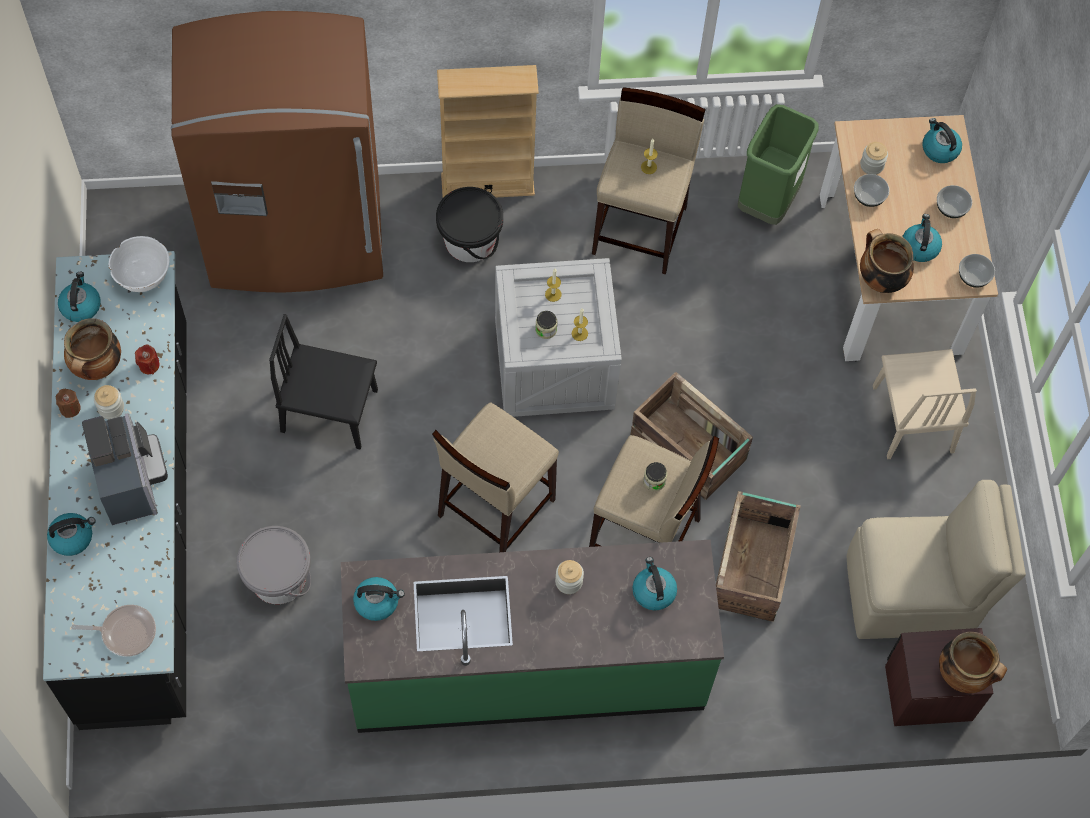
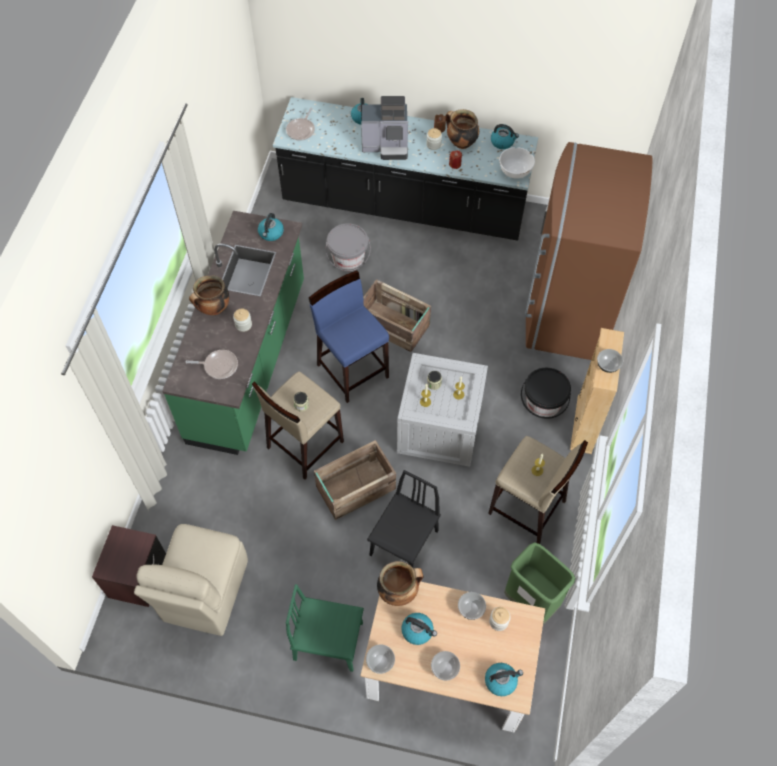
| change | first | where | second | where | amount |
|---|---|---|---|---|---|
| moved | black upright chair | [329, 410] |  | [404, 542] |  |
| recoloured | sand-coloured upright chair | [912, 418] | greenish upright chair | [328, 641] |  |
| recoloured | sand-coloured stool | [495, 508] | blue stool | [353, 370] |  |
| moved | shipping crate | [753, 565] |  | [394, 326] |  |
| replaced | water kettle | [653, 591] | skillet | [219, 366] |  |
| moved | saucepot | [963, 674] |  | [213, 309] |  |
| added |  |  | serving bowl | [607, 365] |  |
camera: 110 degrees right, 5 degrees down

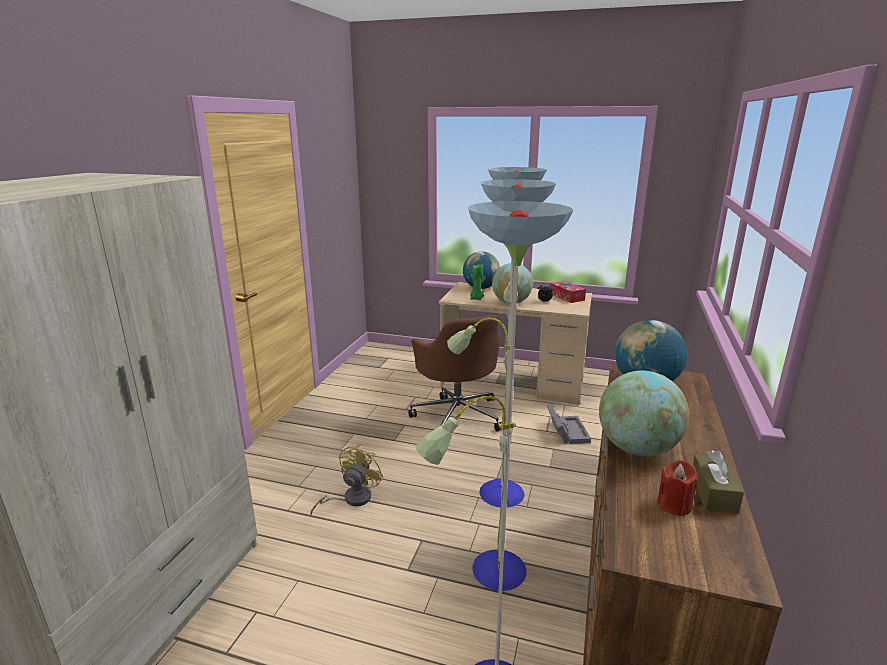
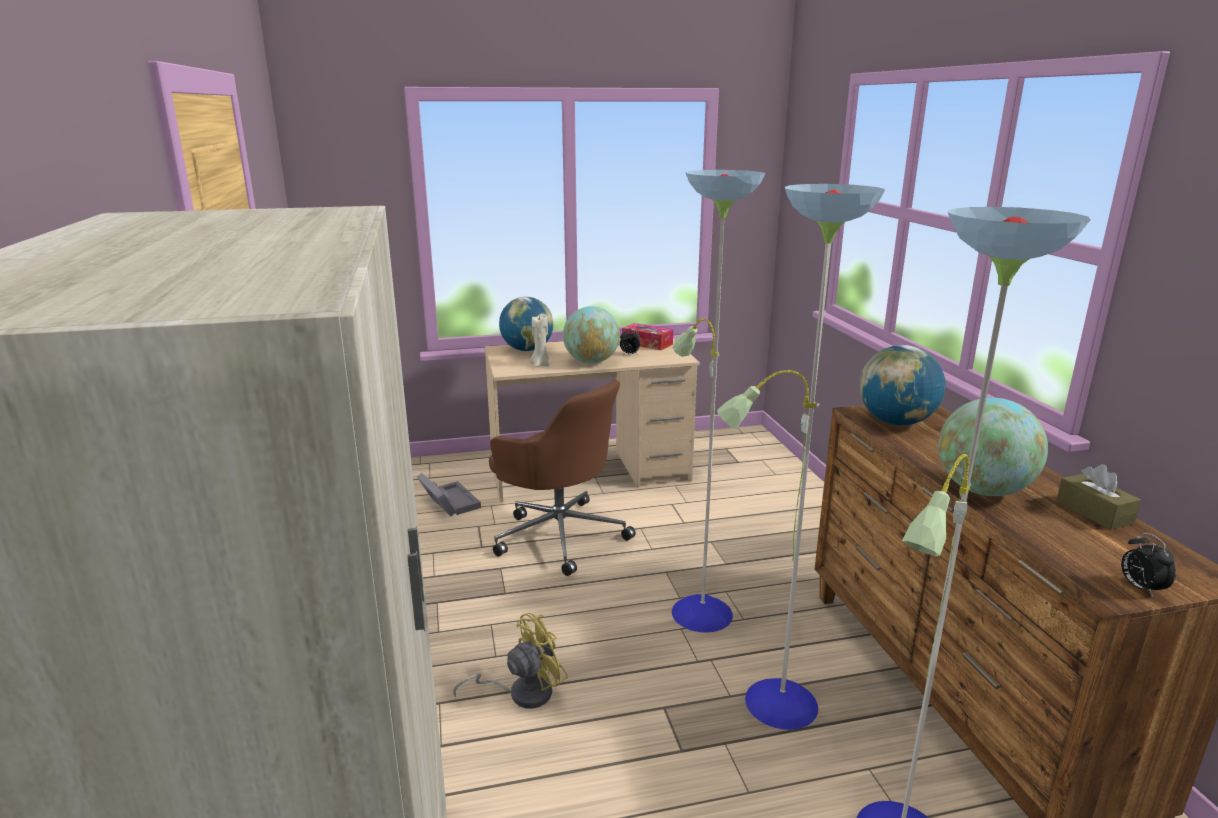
| change | first | where | second | where | amount |
|---|---|---|---|---|---|
| recoloured | greenish candle | [476, 298] | sand-coloured candle | [540, 365] |  |
| moved | gray storage bin | [566, 431] |  | [448, 502] |  |
| turned | yellowish cooling fan | [351, 499] |  | [522, 693] | 60 degrees clockwise |
| removed | red candle | [674, 505] |  |  |  |
| added |  |  | bedside clock | [1140, 588] |  |
camera: 30 degrees left, 0 degrees up

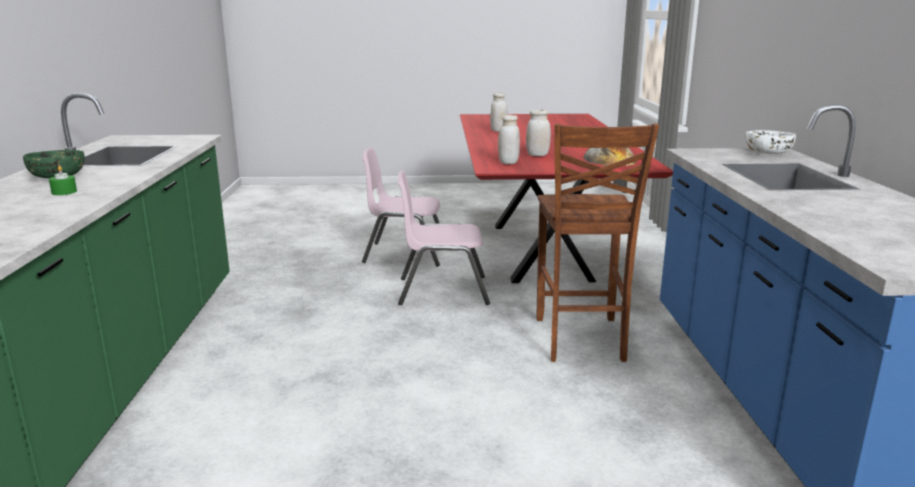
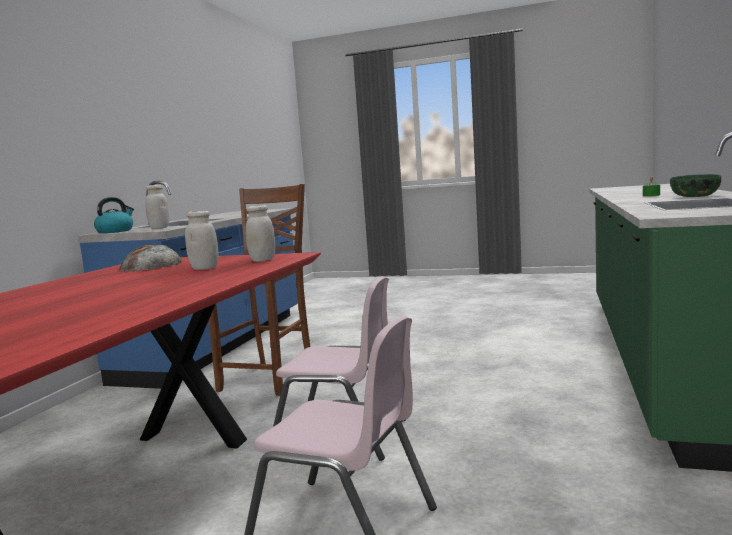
| change | first | where | second | where | amount |
|---|---|---|---|---|---|
| moved | white jar | [498, 130] |  | [159, 228] |  |
| replaced | white serving bowl | [768, 153] | water kettle | [115, 231] |  |
camera: 160 degrees left, 10 degrees down

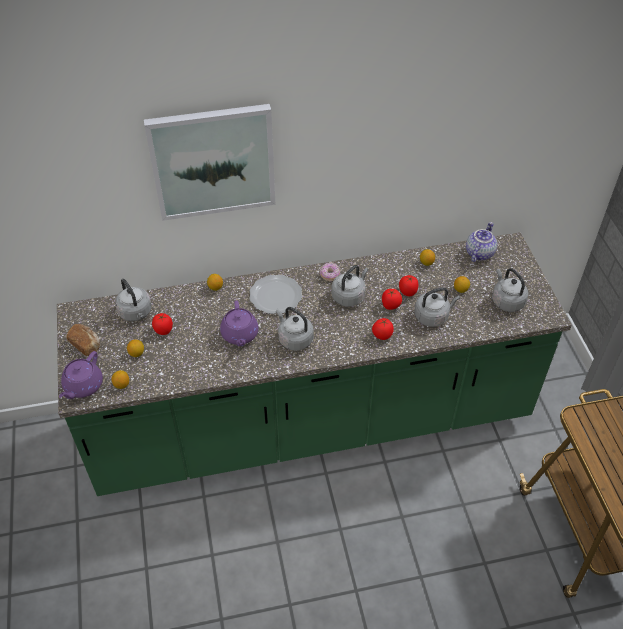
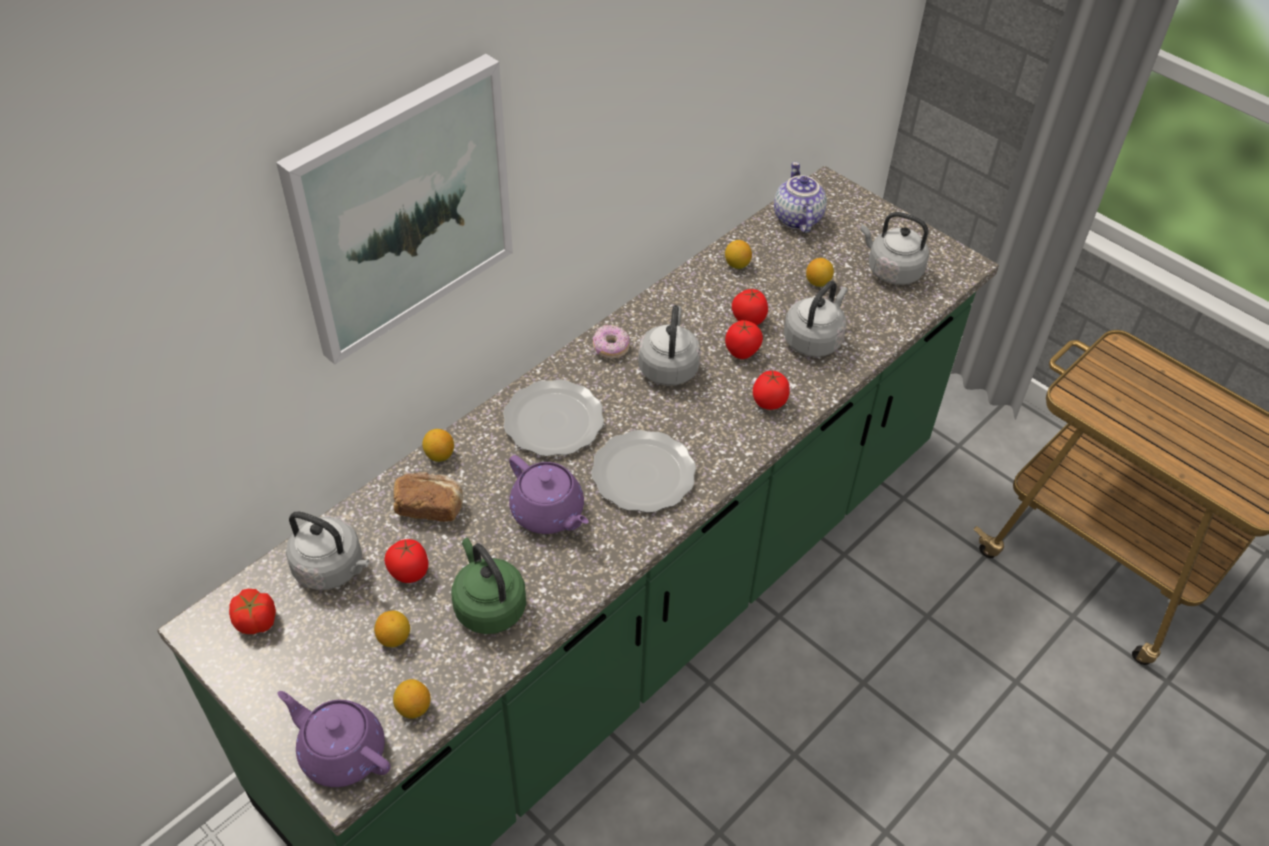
| change | first | where | second | where | amount |
|---|---|---|---|---|---|
| replaced | gray water kettle | [294, 339] | dinner plate | [642, 475] |  |
| moved | bakery bread | [86, 344] |  | [429, 506] |  |
| turned | purple-coloured pot for tea | [83, 386] |  | [341, 751] | 135 degrees clockwise |
| added |  |  | greenish water kettle | [488, 605] |  |
| added |  |  | fresh tomato | [256, 621] |  |
camera: 35 degrees left, 0 degrees up

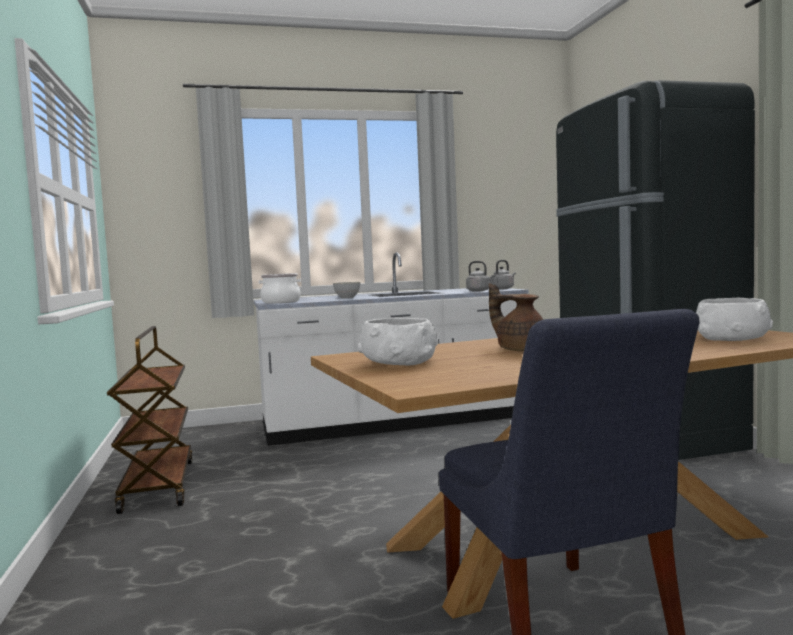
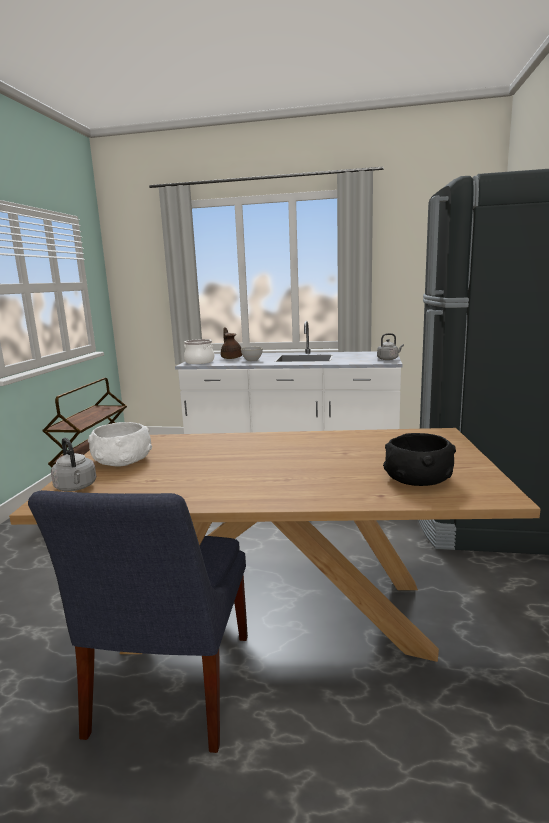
| change | first | where | second | where | amount |
|---|---|---|---|---|---|
| moved | gray water kettle | [480, 291] |  | [76, 487] |  |
| moved | brown-coloured pot for tea | [521, 350] |  | [231, 358] |  |
| recoloured | white serving bowl | [732, 339] | black serving bowl | [419, 478] |  |
camera: 25 degrees right, 10 degrees up

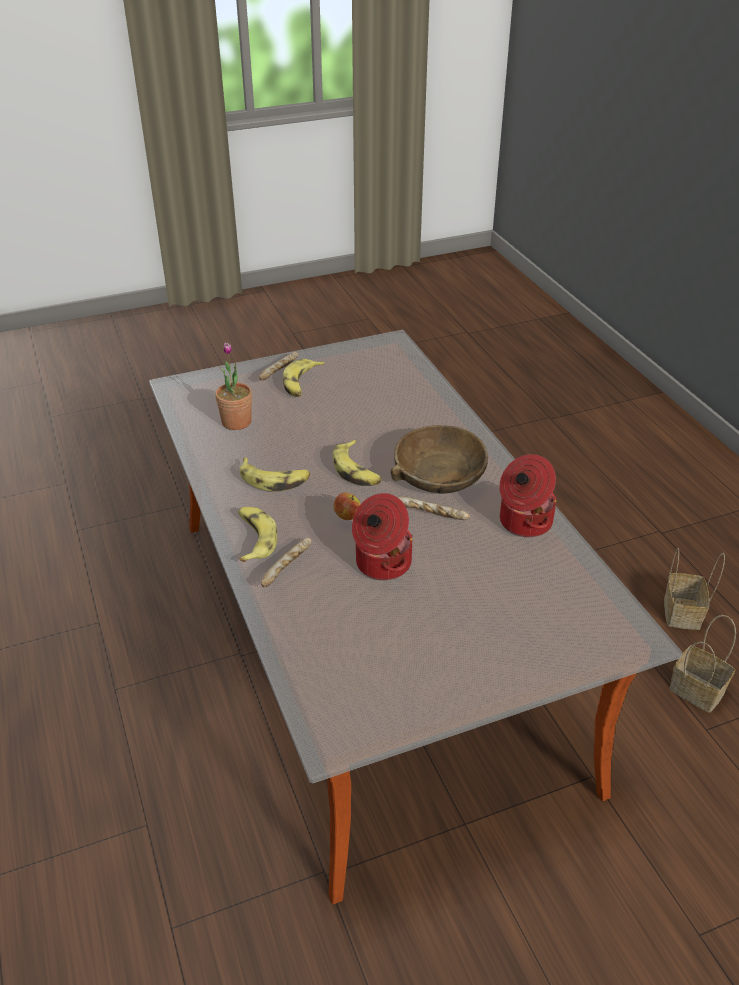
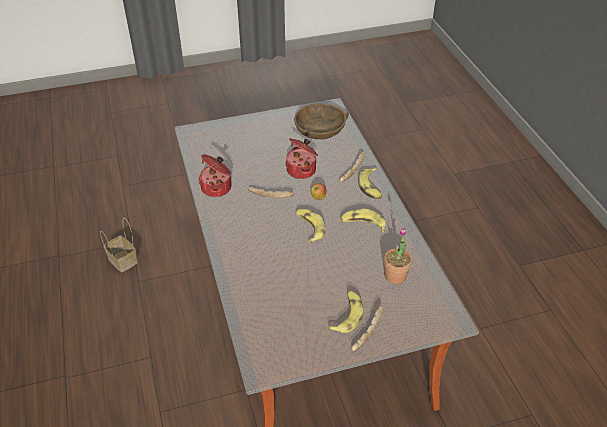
| change | first | where | second | where | amount |
|---|---|---|---|---|---|
| moved | brown-coloured serving bowl | [439, 473] |  | [320, 128] |  |
| removed | household basket | [683, 614] |  |  |  |
camera: 175 degrees left, 5 degrees up

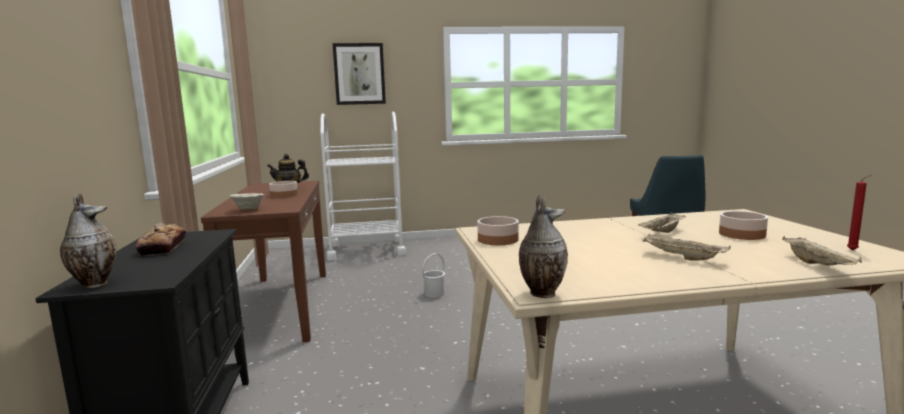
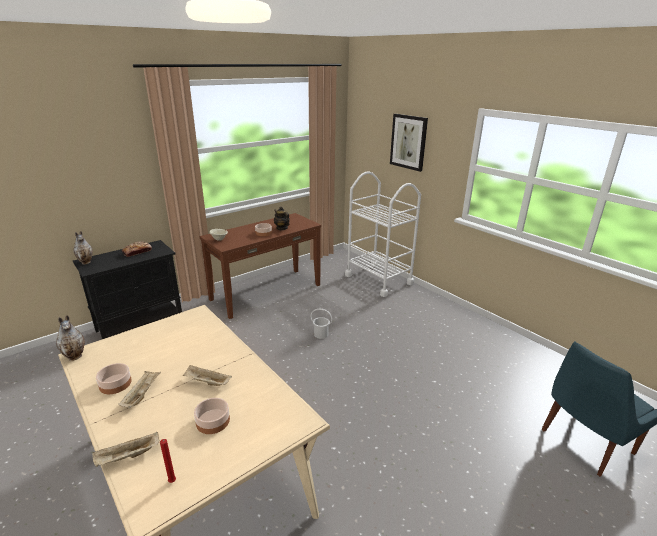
| change | first | where | second | where | amount |
|---|---|---|---|---|---|
| moved | serving bowl | [498, 239] |  | [116, 383] |  |
camera: 60 degrees right, 15 degrees up

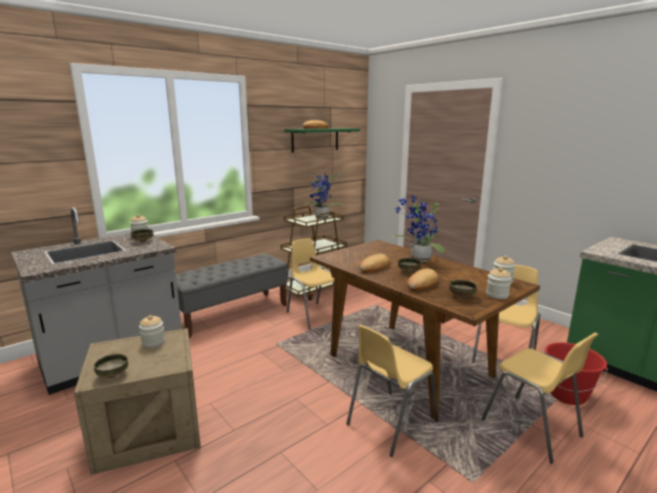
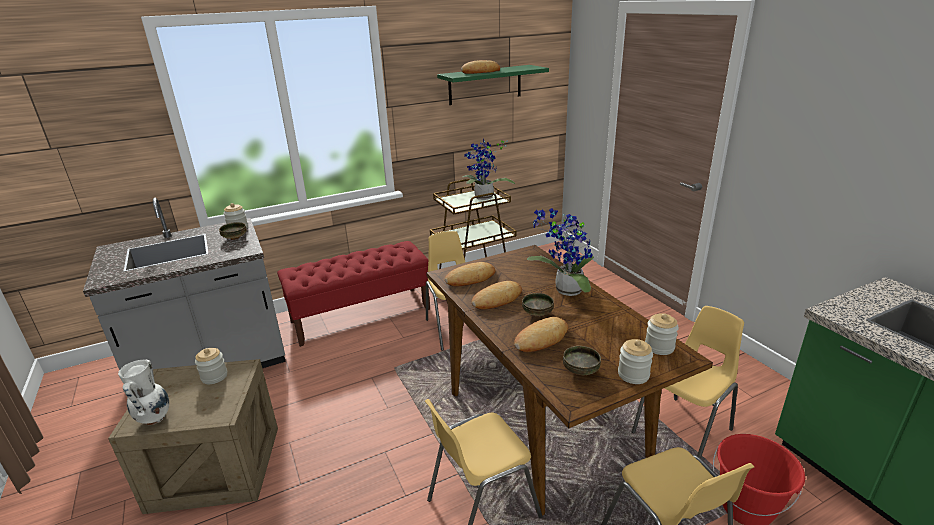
| change | first | where | second | where | amount |
|---|---|---|---|---|---|
| recoloured | gray indoor bench | [232, 313] | red indoor bench | [361, 315] |  |
| replaced | serving bowl | [112, 374] | white flower vase | [154, 419] |  |
| added |  |  | bakery bread | [471, 278] |  |
camera: 15 degrees right, 10 degrees up

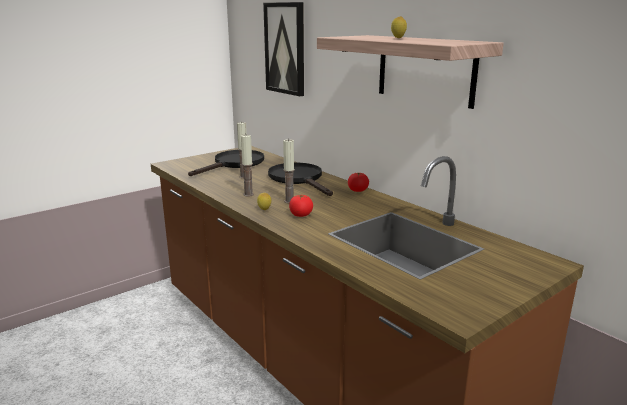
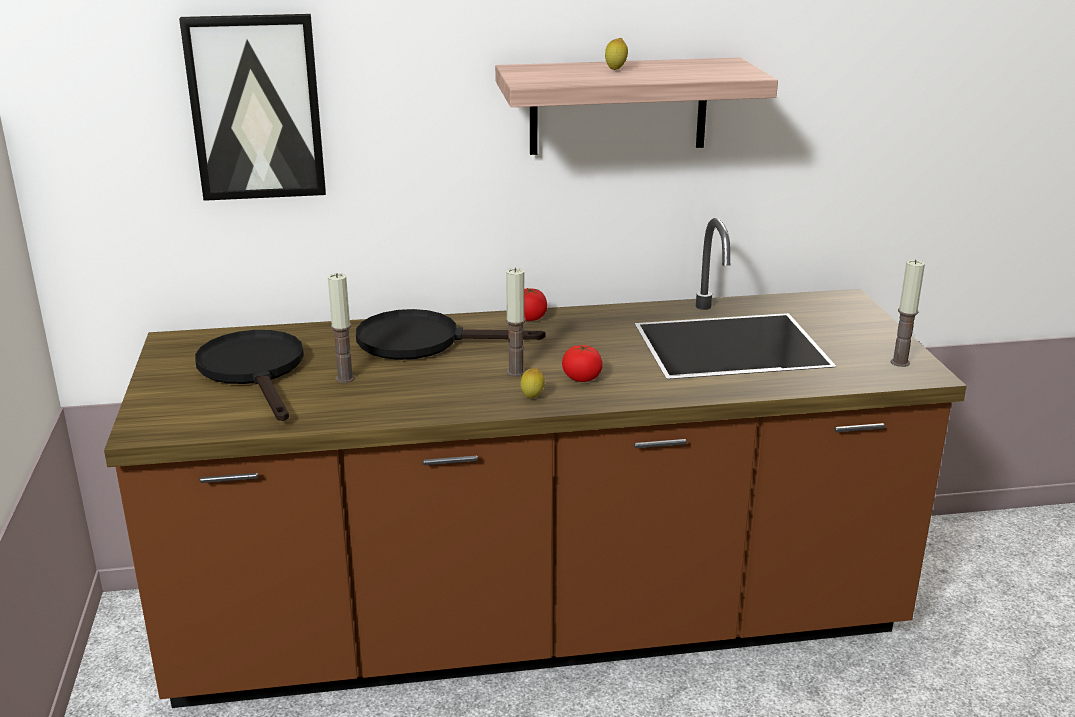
| change | first | where | second | where | amount |
|---|---|---|---|---|---|
| moved | candle | [248, 194] |  | [900, 362] |  |
camera: 60 degrees left, 5 degrees up

